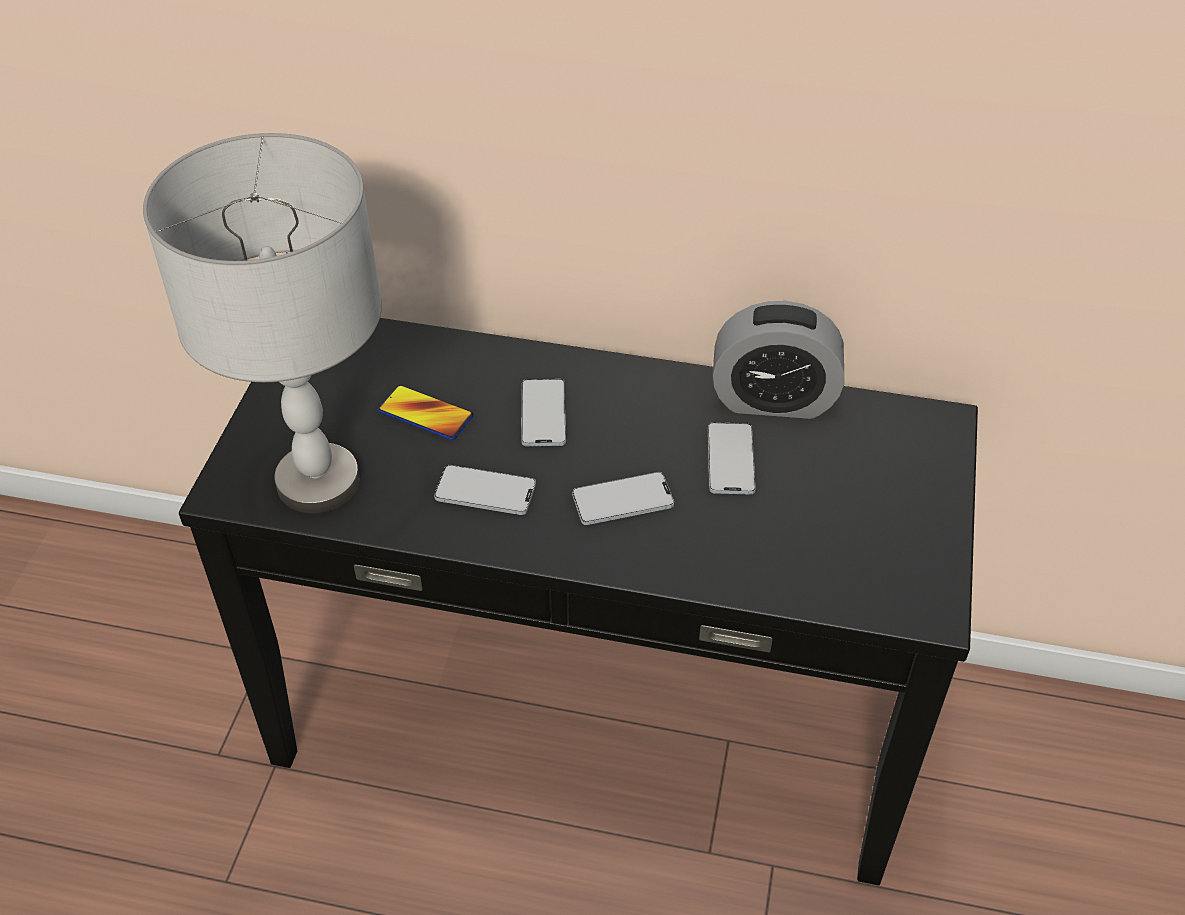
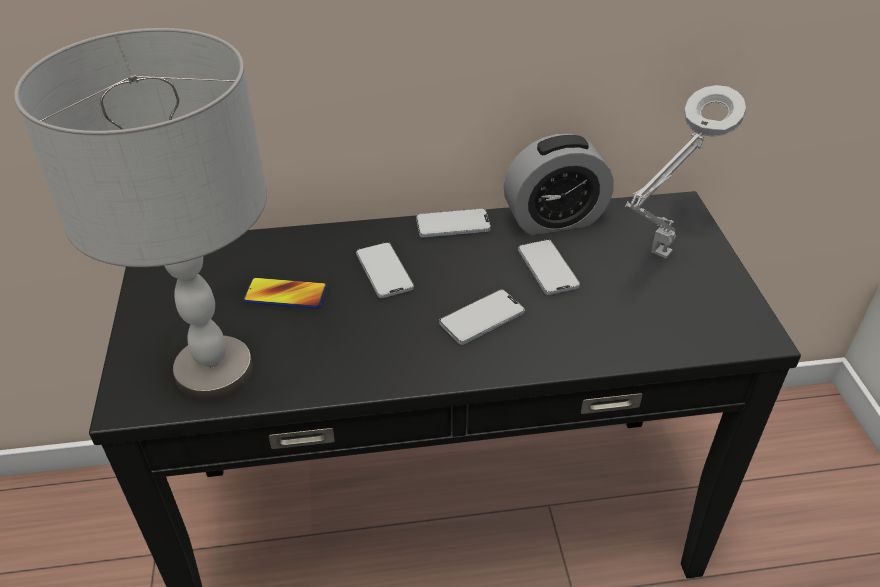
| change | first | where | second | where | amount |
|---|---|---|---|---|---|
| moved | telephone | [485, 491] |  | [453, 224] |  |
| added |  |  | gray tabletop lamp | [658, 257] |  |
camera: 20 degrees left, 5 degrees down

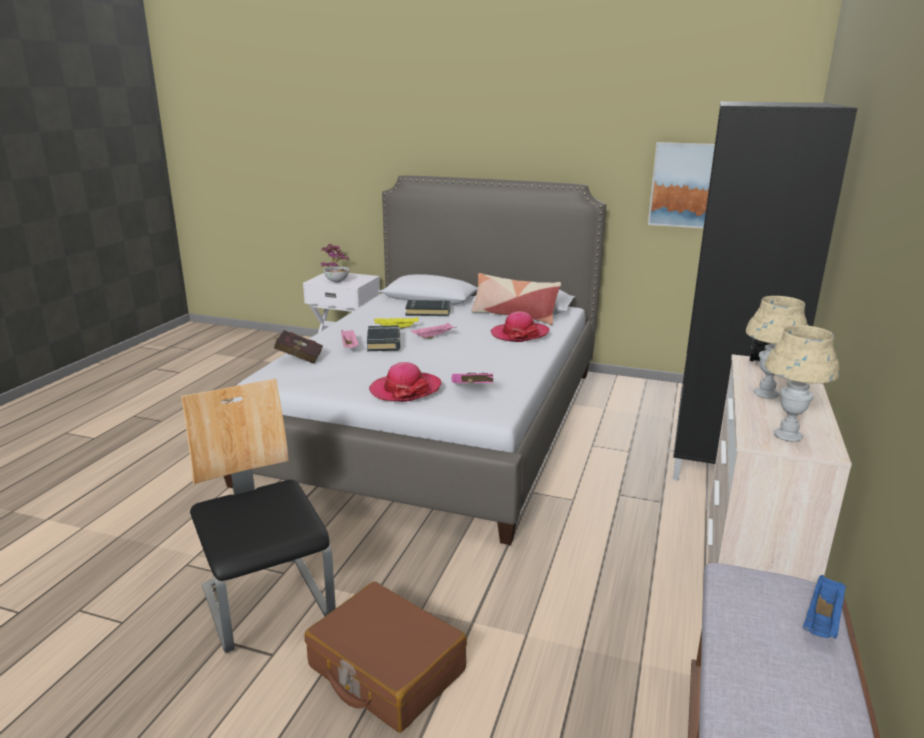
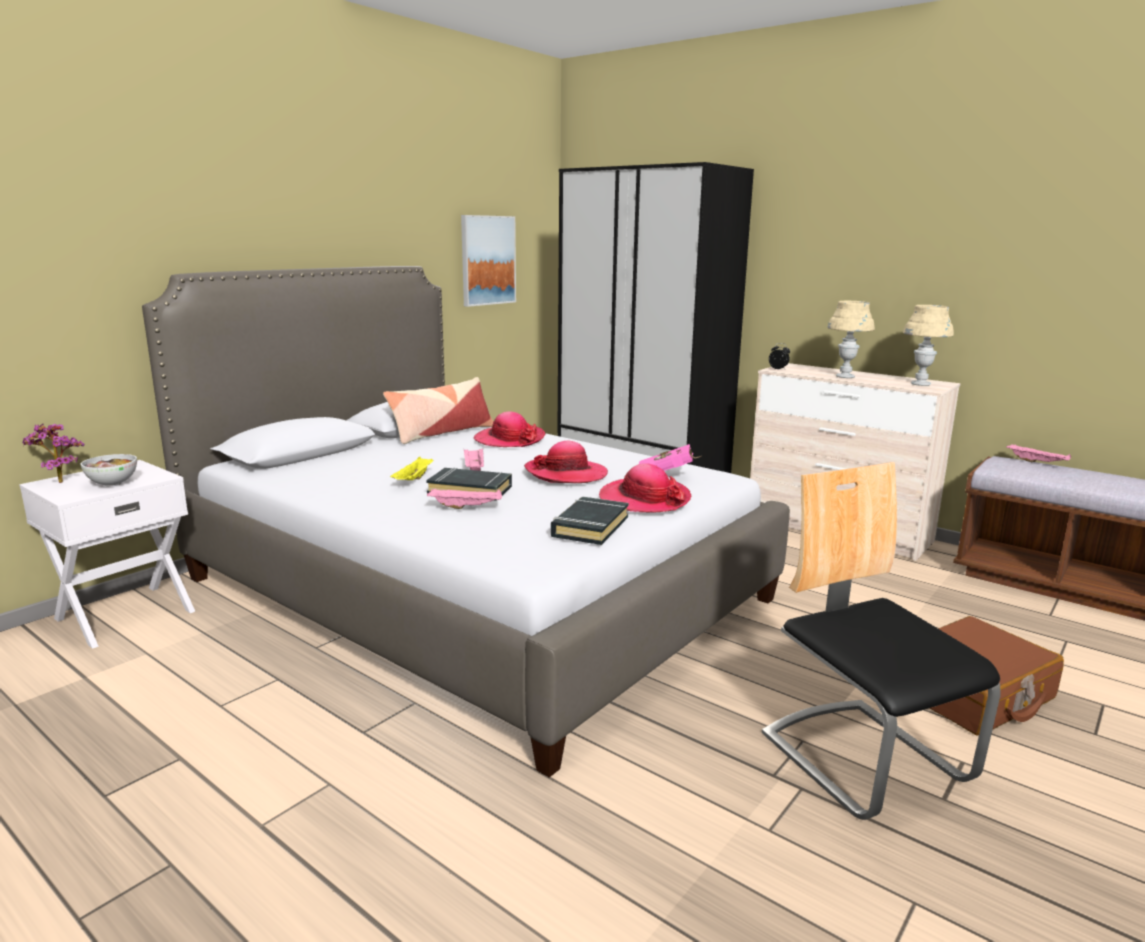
| change | first | where | second | where | amount |
|---|---|---|---|---|---|
| moved | black volume | [428, 311] |  | [590, 526] |  |
| removed | red volume | [297, 358] |  |  |  |
| turned | upright chair | [267, 602] |  | [864, 758] | 75 degrees clockwise |
| recoloured | blue serving tray | [822, 621] | pink-coloured serving tray | [1037, 462] |  |
| added |  |  | hat | [566, 474] |  |
camera: 70 degrees left, 5 degrees down

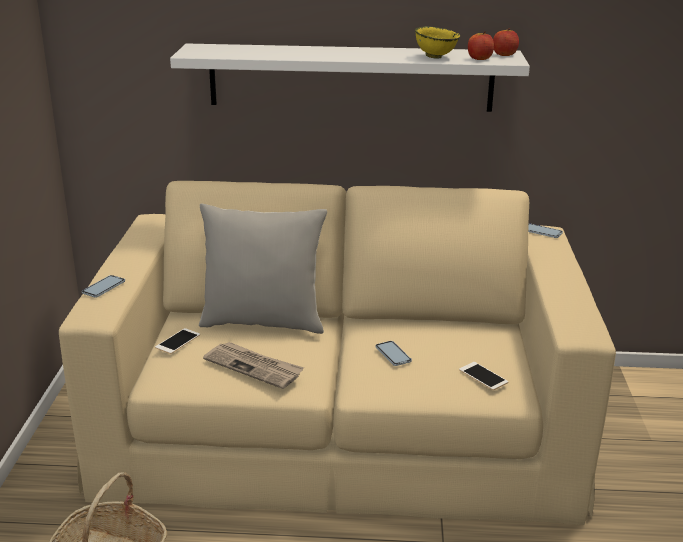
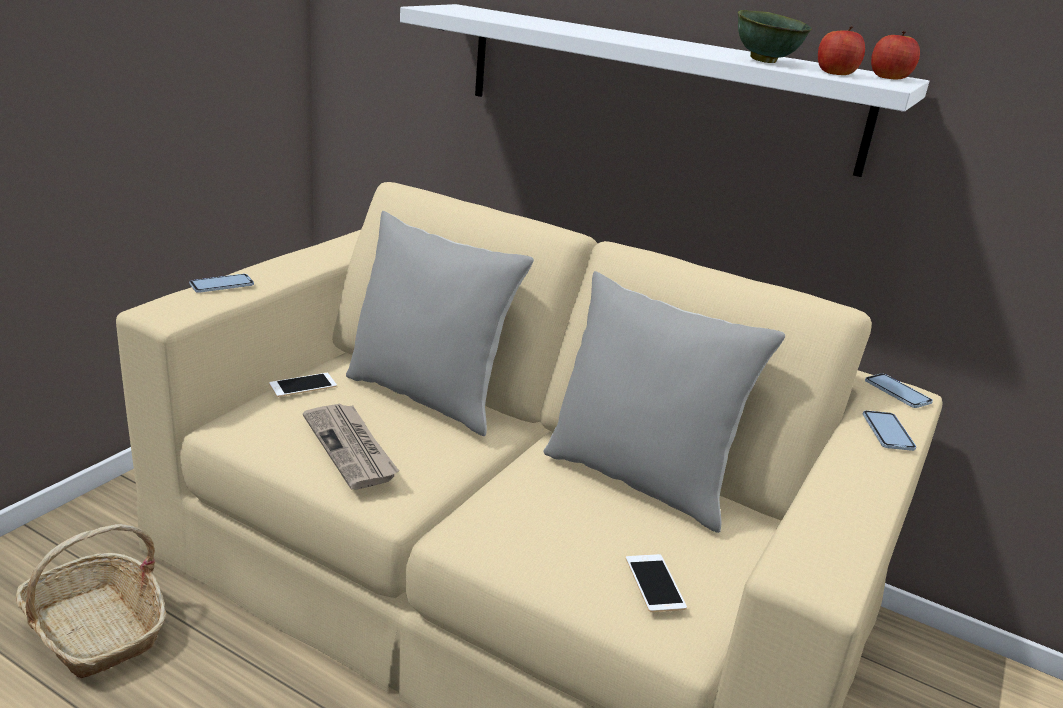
| change | first | where | second | where | amount |
|---|---|---|---|---|---|
| recoloured | yellowish serving bowl | [435, 57] | greenish serving bowl | [765, 61] |  |
| moved | telephone | [393, 354] |  | [887, 432] |  |
| added |  |  | gray pillow | [639, 479] |  |
camera: 25 degrees right, 0 degrees up

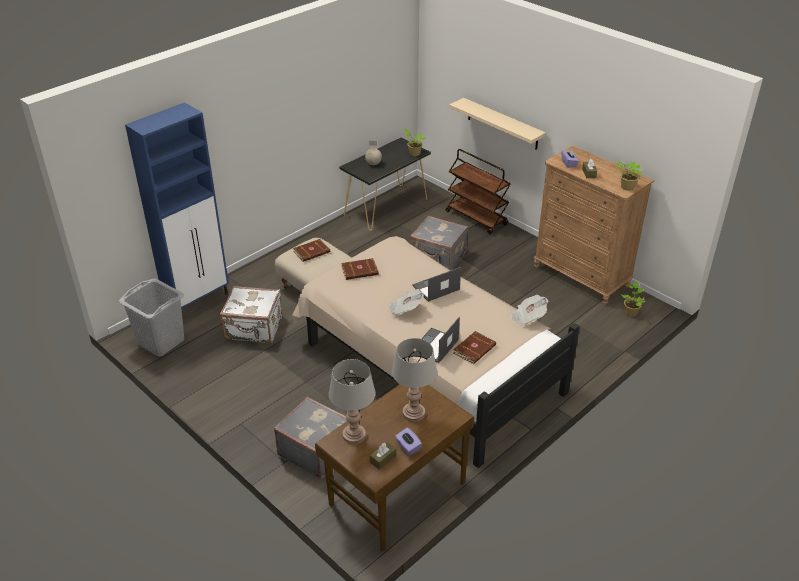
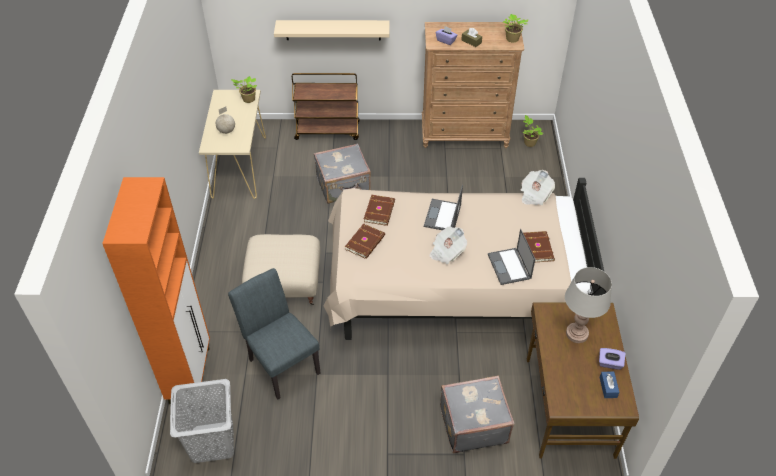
| change | first | where | second | where | amount |
|---|---|---|---|---|---|
| recoloured | blue cupboard | [198, 301] | orange-coloured cupboard | [190, 375] |  |
| recoloured | black console table | [386, 207] | sand-coloured console table | [239, 166] |  |
| moved | brown-coloured volume | [312, 252] |  | [380, 211] |  |
| replaced | white piece of luggage | [254, 329] | gray upright chair | [281, 362] |  |
| removed | gray tabletop lamp | [354, 435] |  |  |  |
| recoloured | brown-coloured tissue box | [383, 459] | blue tissue box | [608, 387] |  |
camera: 45 degrees left, 10 degrees up

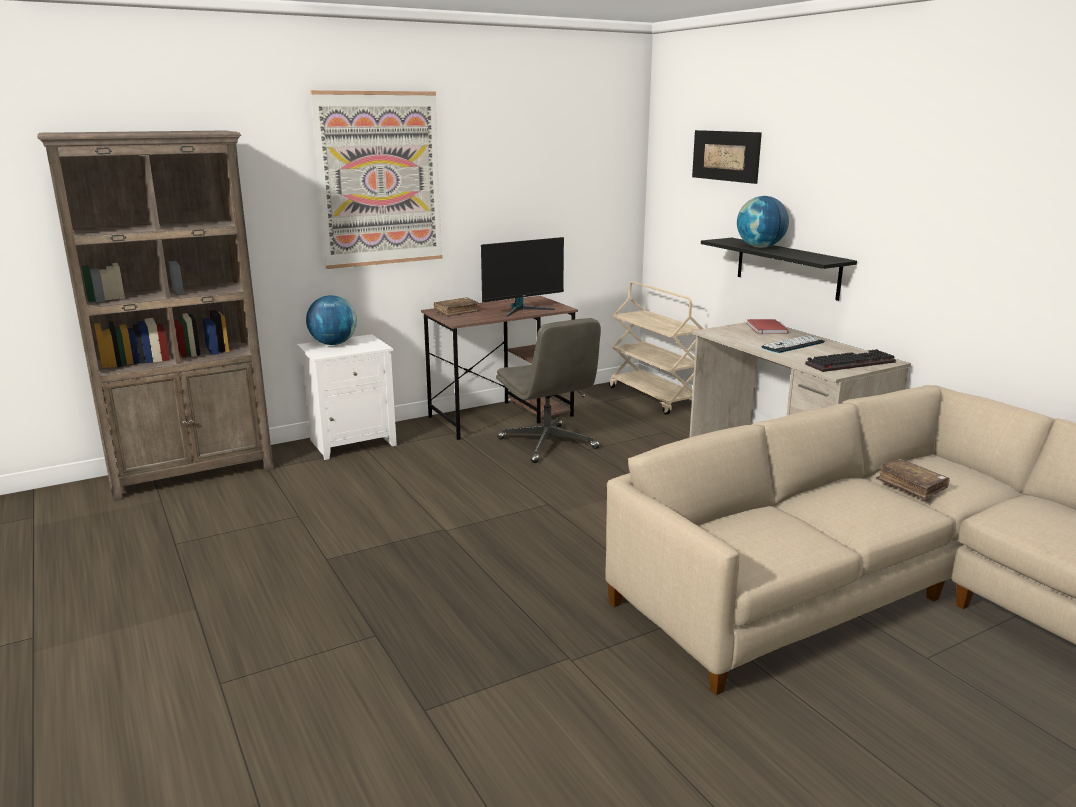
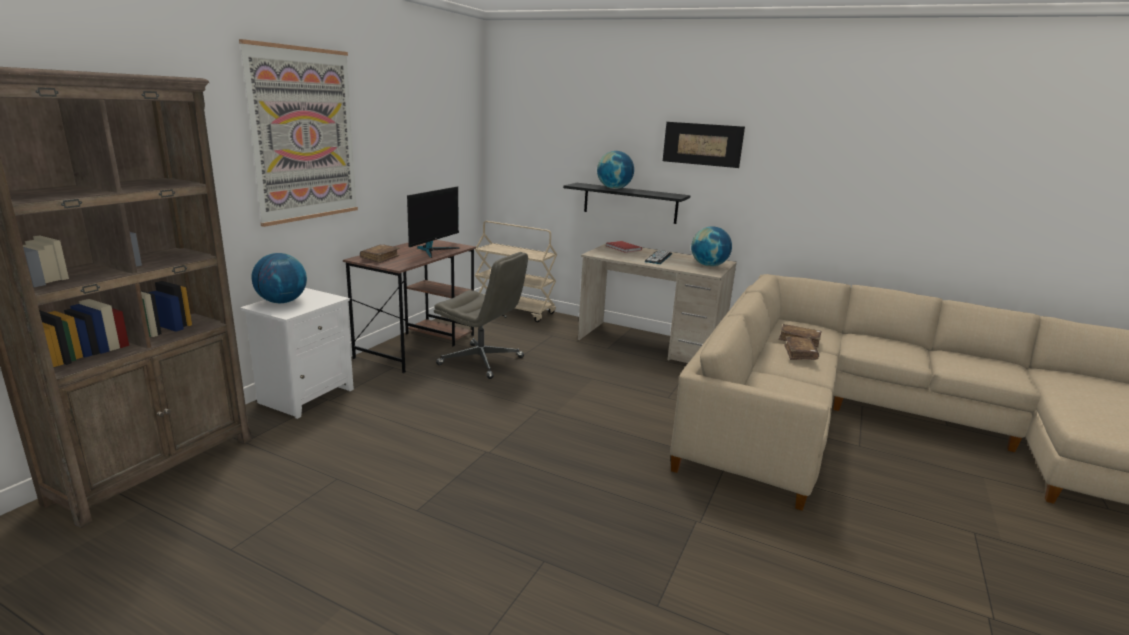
| change | first | where | second | where | amount |
|---|---|---|---|---|---|
| moved | wall art | [725, 156] |  | [702, 144] |  |
| replaced | keyboard | [850, 363] | desk globe | [709, 265] |  |
| added |  |  | brown-coloured volume | [800, 354] |  |
camera: 35 degrees left, 0 degrees up

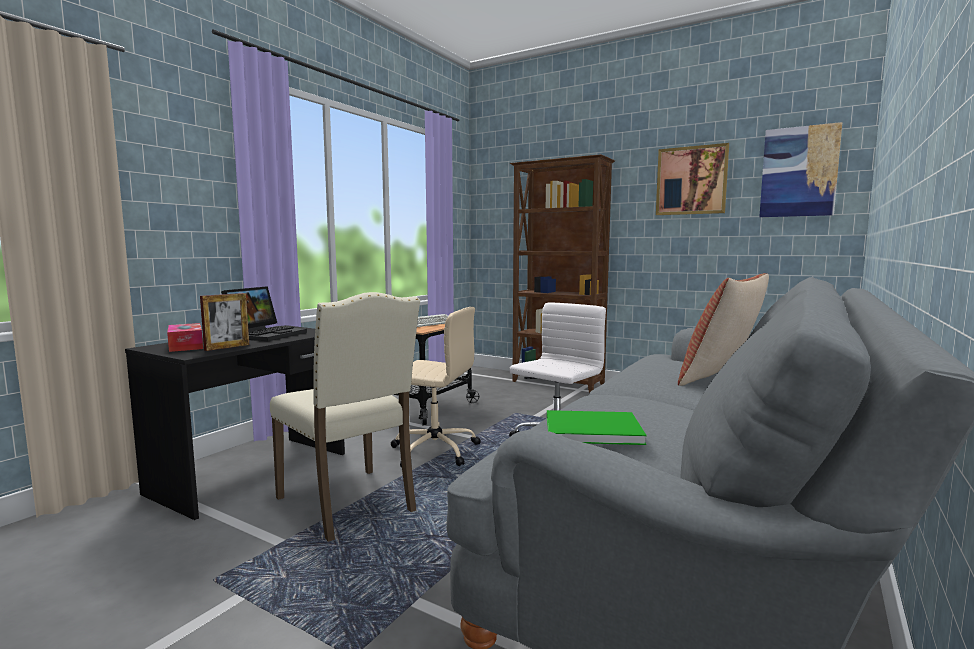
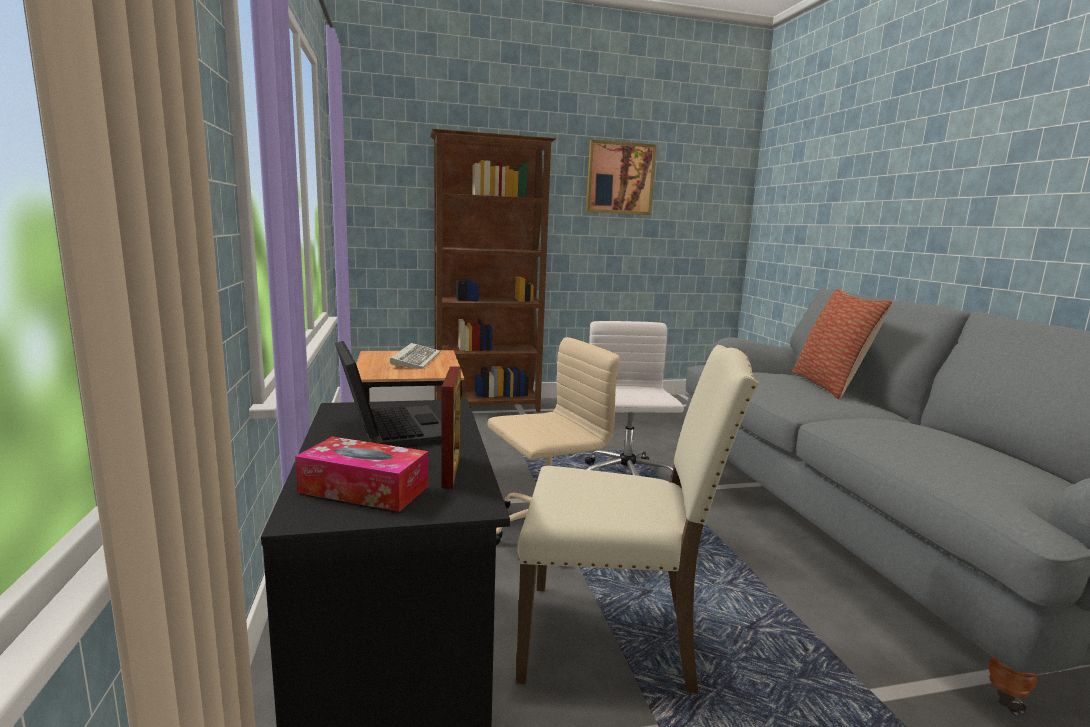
| change | first | where | second | where | amount |
|---|---|---|---|---|---|
| removed | wall art | [799, 172] |  |  |  |
| removed | greenish volume | [589, 429] |  |  |  |
camera: 45 degrees left, 5 degrees up

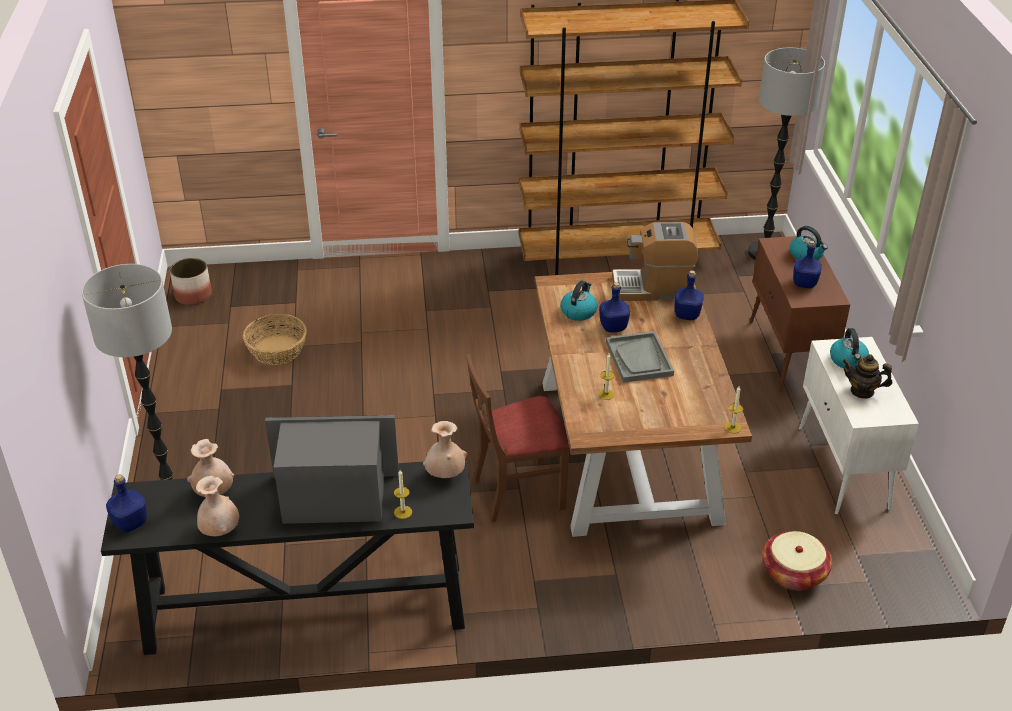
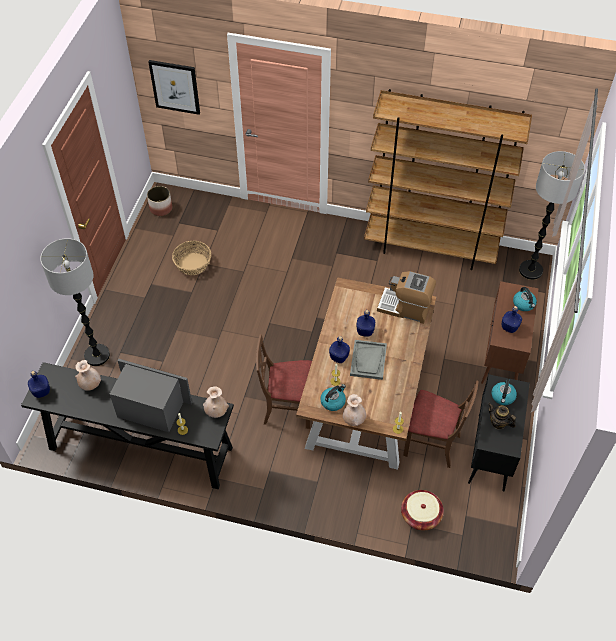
| change | first | where | second | where | amount |
|---|---|---|---|---|---|
| moved | blue drink bottle | [687, 315] |  | [338, 357] |  |
| moved | water kettle | [578, 311] |  | [333, 401] |  |
| recoloured | white cupboard | [843, 469] | black cupboard | [491, 453] |  |
| moved | sand-coloured flower vase | [220, 530] |  | [353, 419] |  |
| added |  |  | wall art | [175, 86] |  |
| added |  |  | brown-coloured upright chair | [432, 444] |  |
camera: 20 degrees right, 15 degrees up

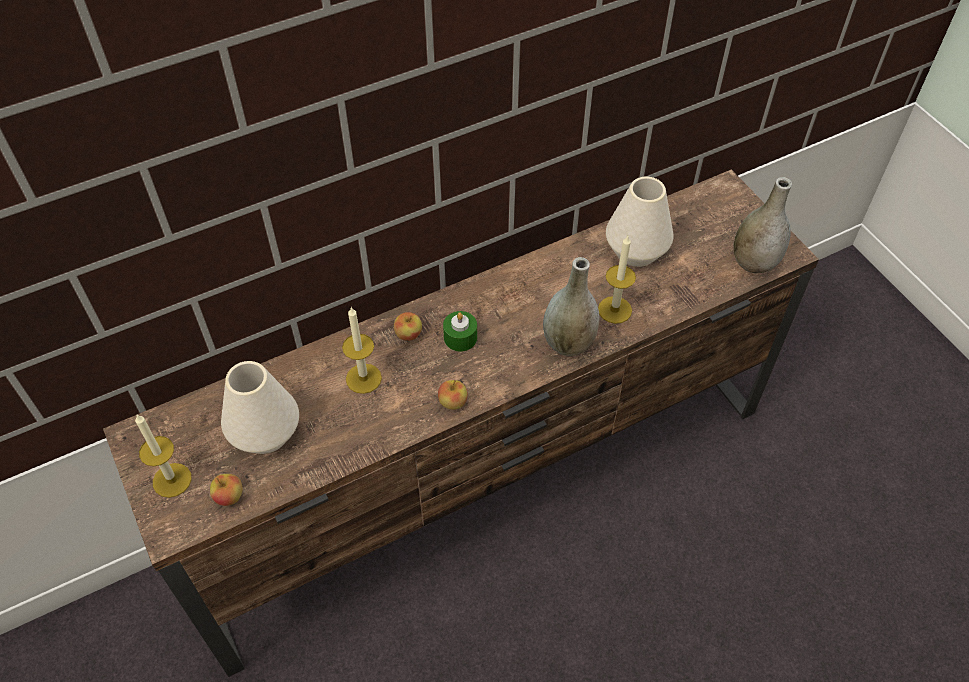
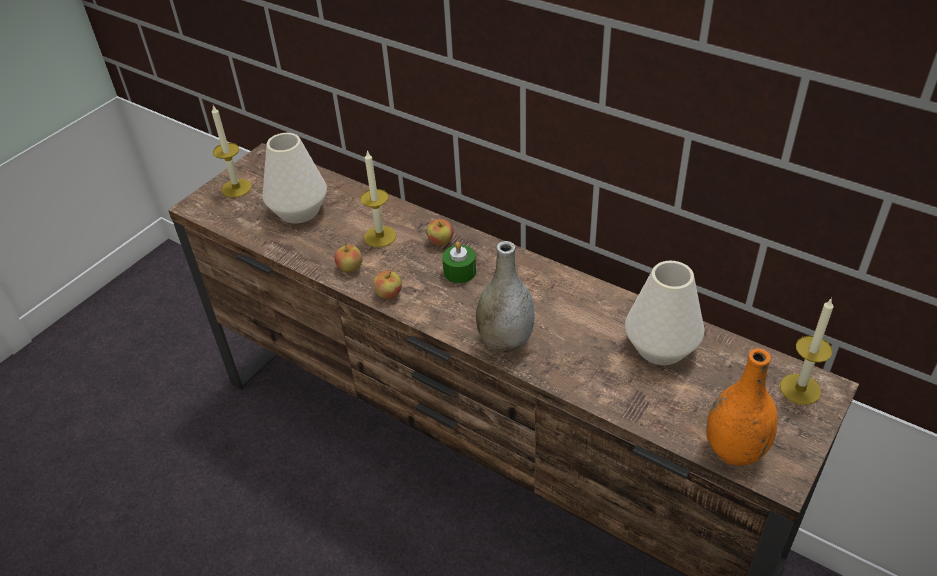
| change | first | where | second | where | amount |
|---|---|---|---|---|---|
| recoloured | gray flower vase | [754, 263] | orange-coloured flower vase | [734, 450] |  |
| moved | candle | [614, 310] |  | [800, 389] |  |
| moved | apple fruit | [229, 497] |  | [350, 268] |  |
camera: 65 degrees right, 10 degrees down

